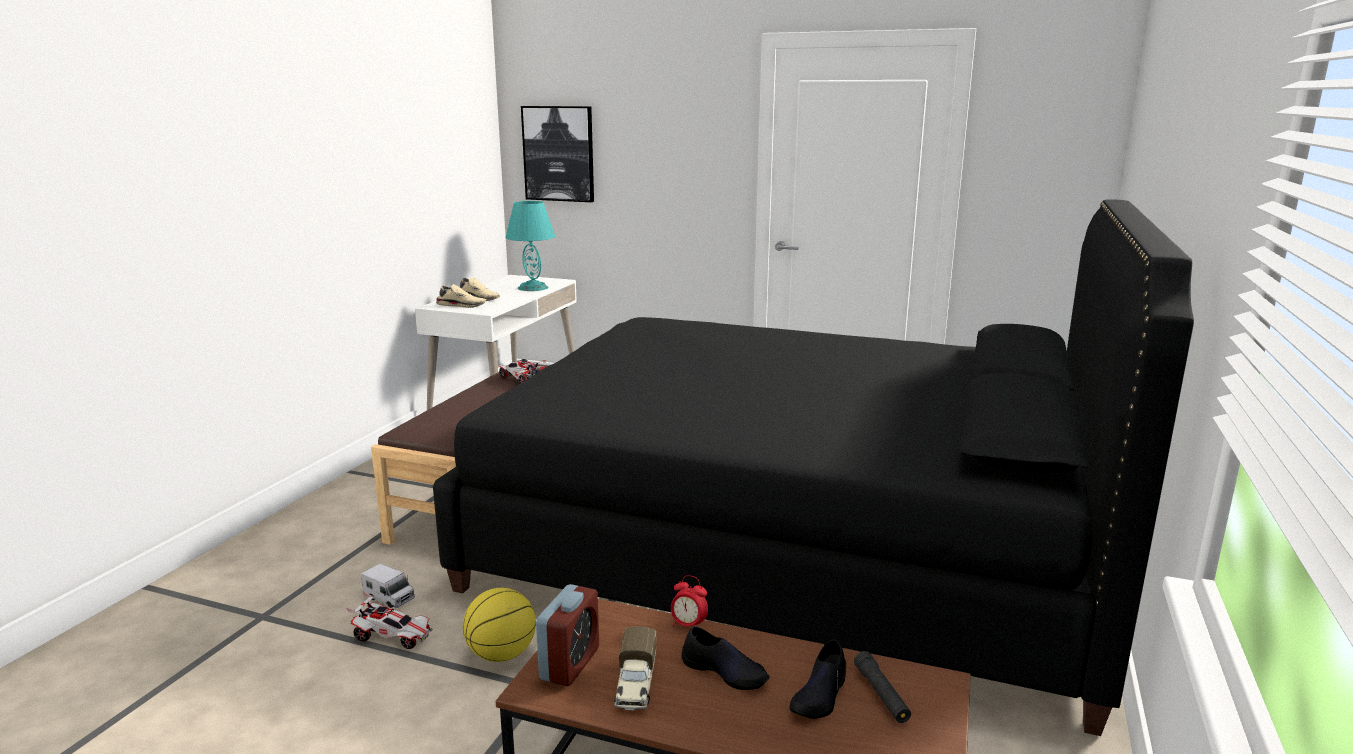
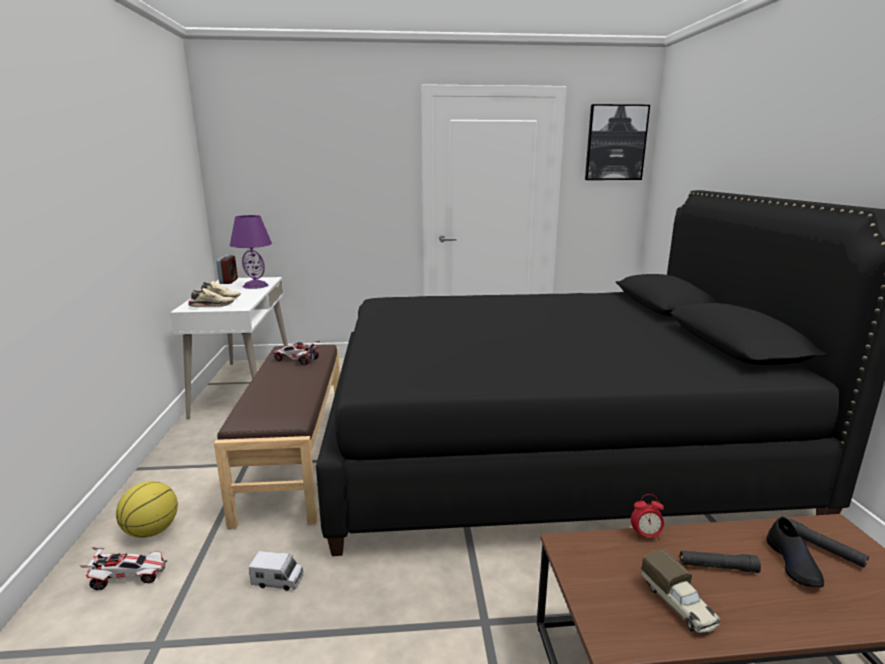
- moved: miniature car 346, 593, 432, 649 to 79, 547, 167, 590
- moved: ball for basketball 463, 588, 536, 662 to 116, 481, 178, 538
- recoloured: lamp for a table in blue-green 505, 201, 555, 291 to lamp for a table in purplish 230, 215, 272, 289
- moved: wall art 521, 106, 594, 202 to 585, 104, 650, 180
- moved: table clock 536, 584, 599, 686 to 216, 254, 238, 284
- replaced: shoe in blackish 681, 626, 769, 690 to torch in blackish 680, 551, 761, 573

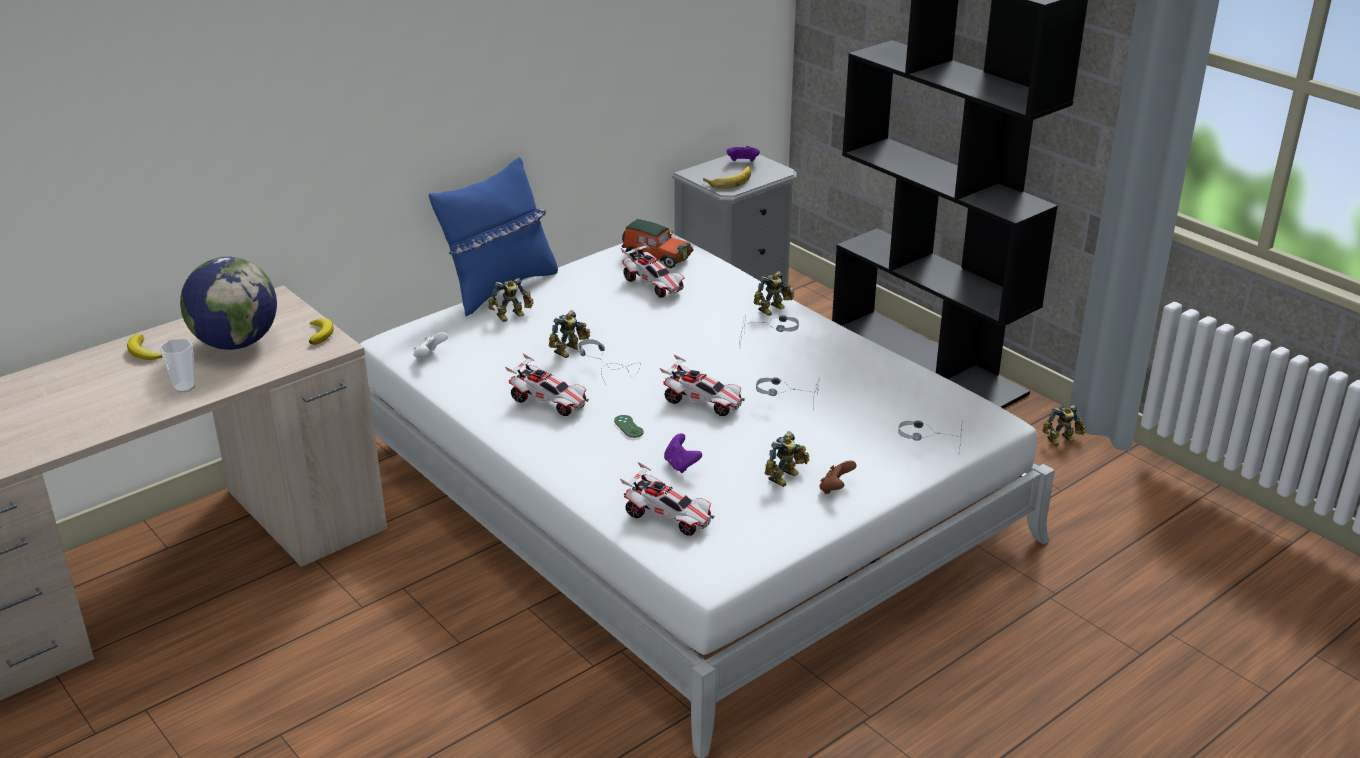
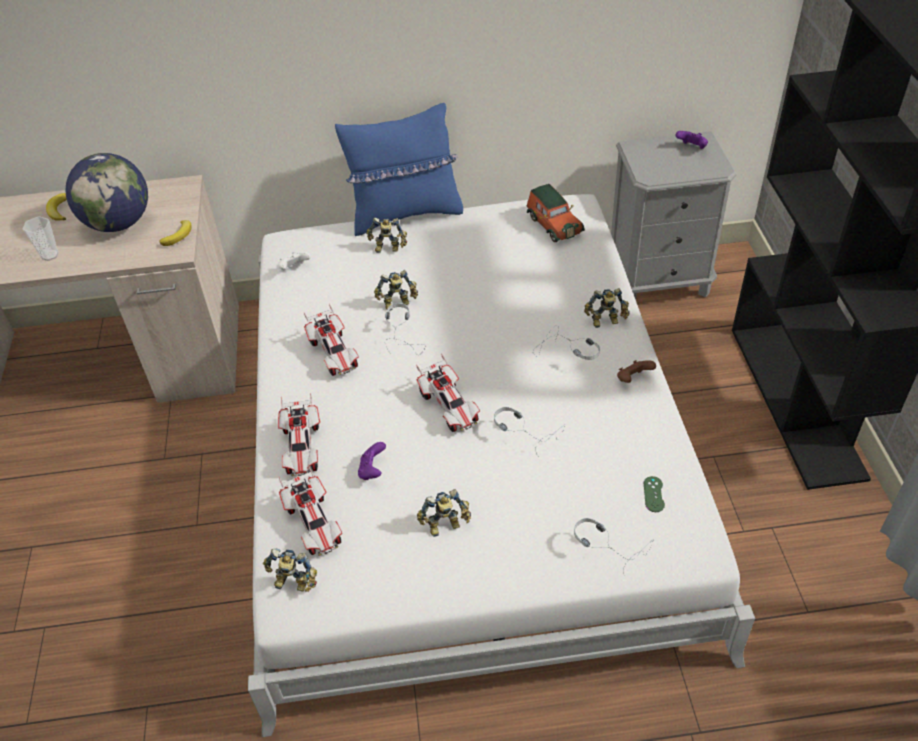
- moved: joypad in green 614, 415, 644, 438 to 644, 476, 665, 512
- moved: miniature car 621, 241, 685, 298 to 278, 393, 320, 476
- removed: whole banana 703, 166, 751, 189
- moved: joypad in brown 819, 460, 857, 494 to 617, 360, 656, 383
- moved: model robot 1042, 405, 1086, 446 to 263, 549, 317, 592

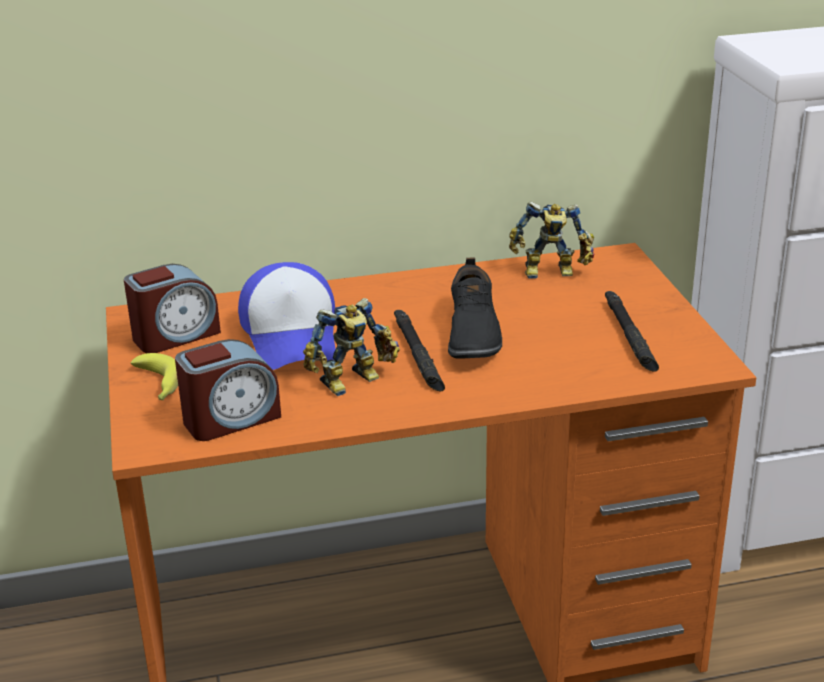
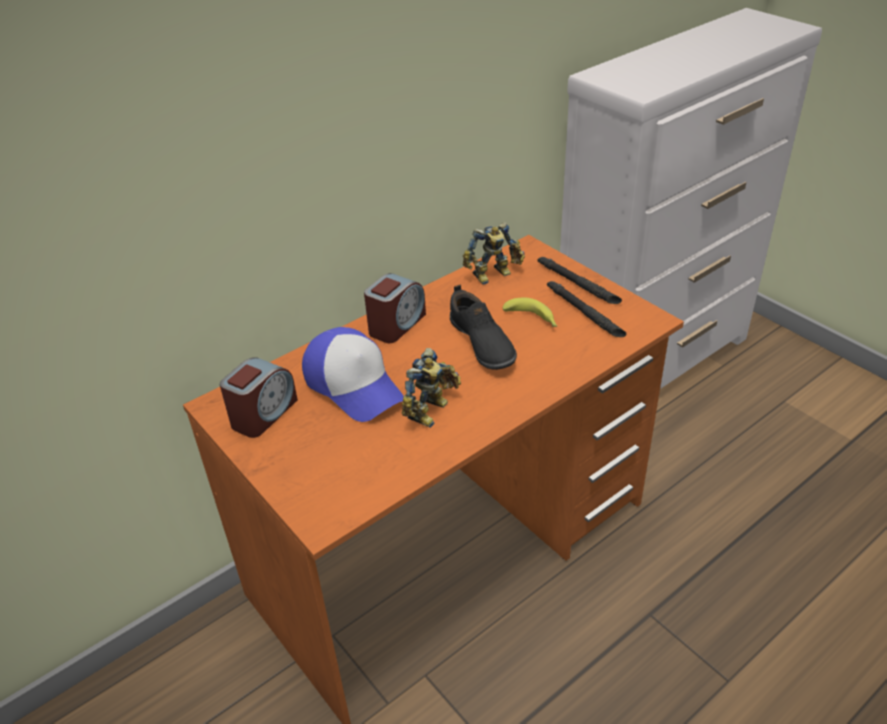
- moved: whole banana 130, 353, 178, 401 to 503, 297, 557, 327
- moved: table clock 175, 339, 281, 441 to 364, 273, 426, 343
- moved: torch in blackish 394, 310, 445, 391 to 538, 257, 622, 304

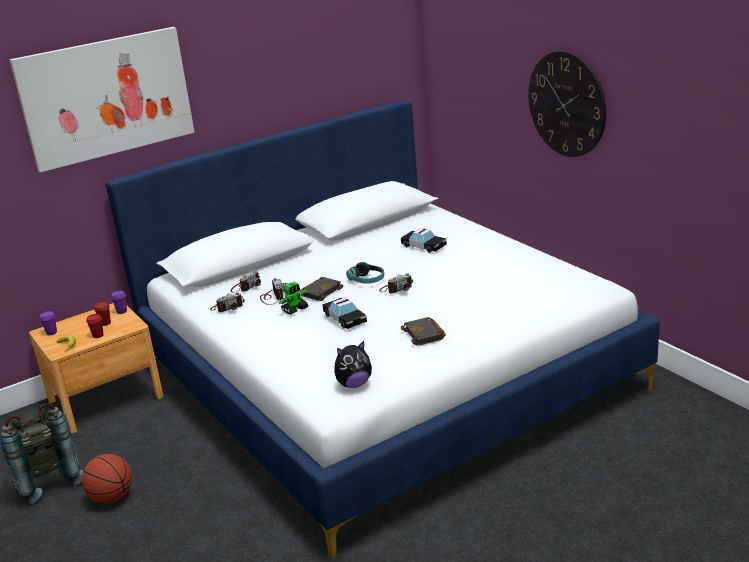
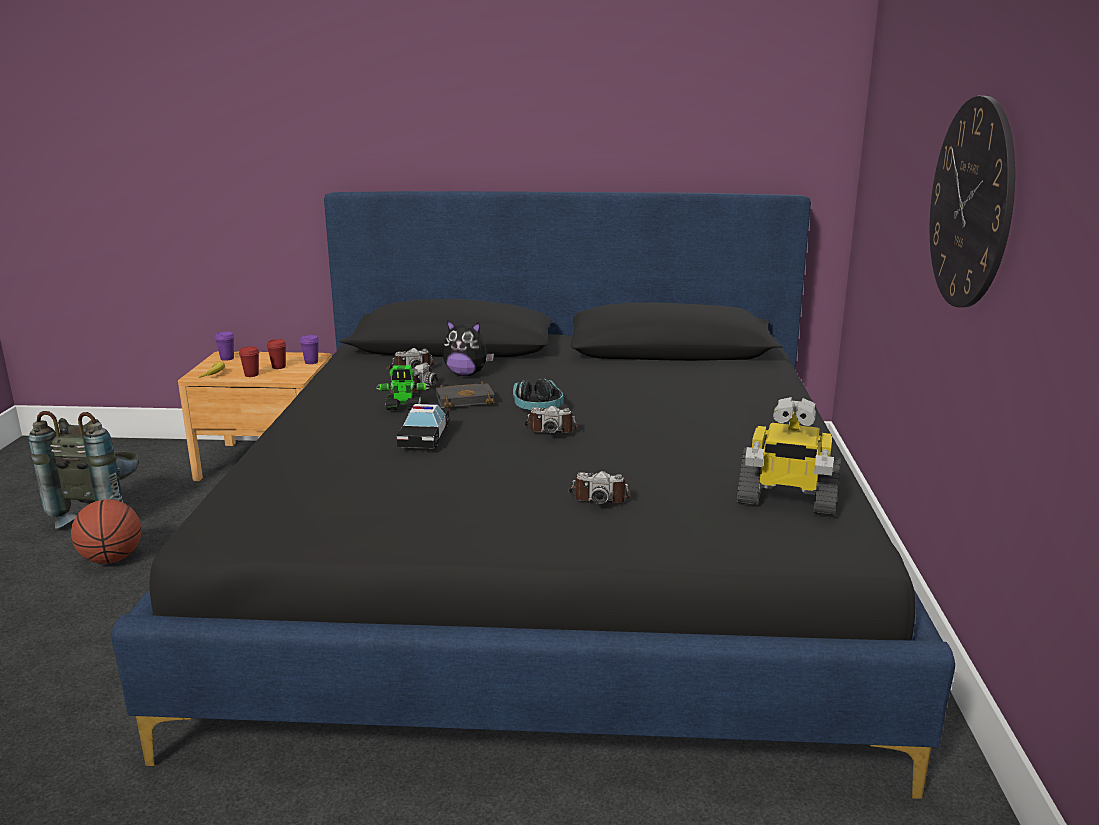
- removed: wall art 9, 27, 195, 172
- recoloured: sleeping bed in white 106, 101, 660, 559 to sleeping bed in blackish 111, 191, 955, 799
- moved: still camera 210, 292, 245, 312 to 568, 471, 630, 504
- moved: plush toy 334, 341, 372, 388 to 443, 320, 494, 376
- removed: miniature car 401, 228, 447, 253
- removed: bound book in blackish 401, 317, 446, 346
- added: model robot 737, 397, 841, 516

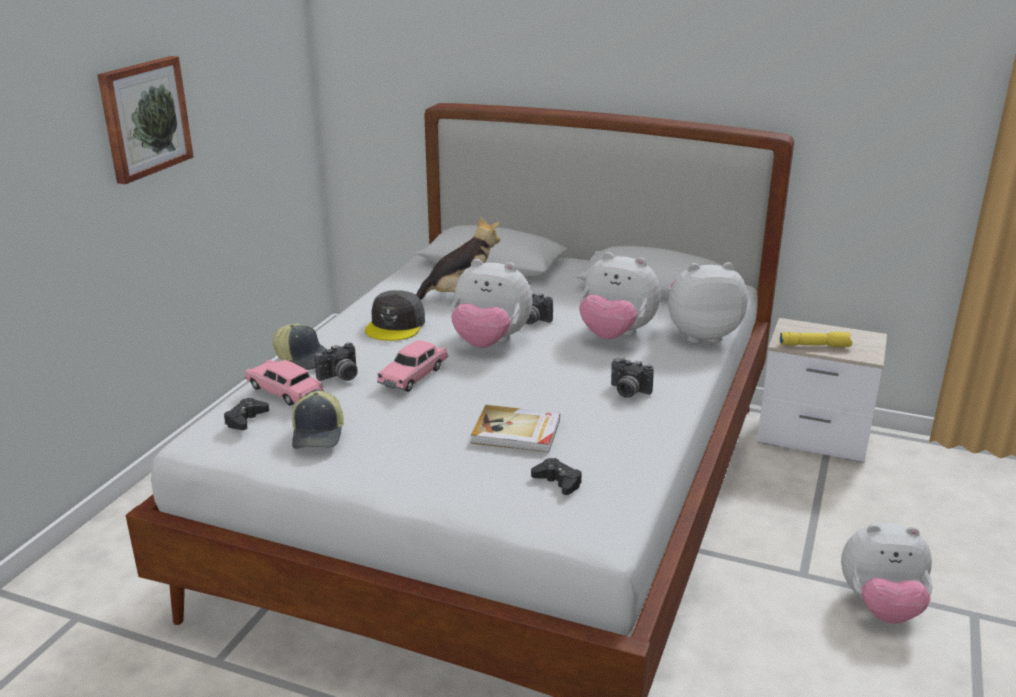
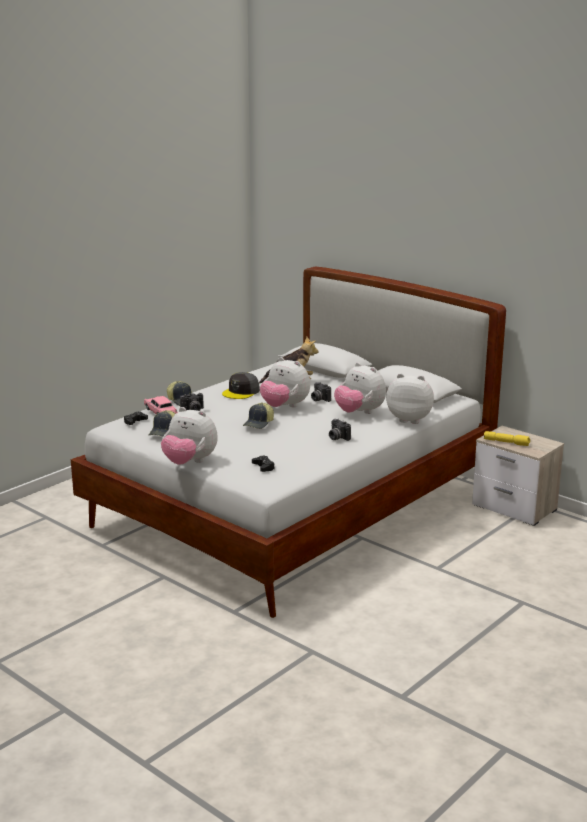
- removed: wall art 97, 56, 193, 184
- removed: miniature car in pink-coloured 377, 340, 448, 392
- removed: bound book 471, 405, 560, 453
- moved: plush toy 841, 523, 932, 623 to 161, 407, 218, 465
- added: peaked cap 243, 403, 274, 429

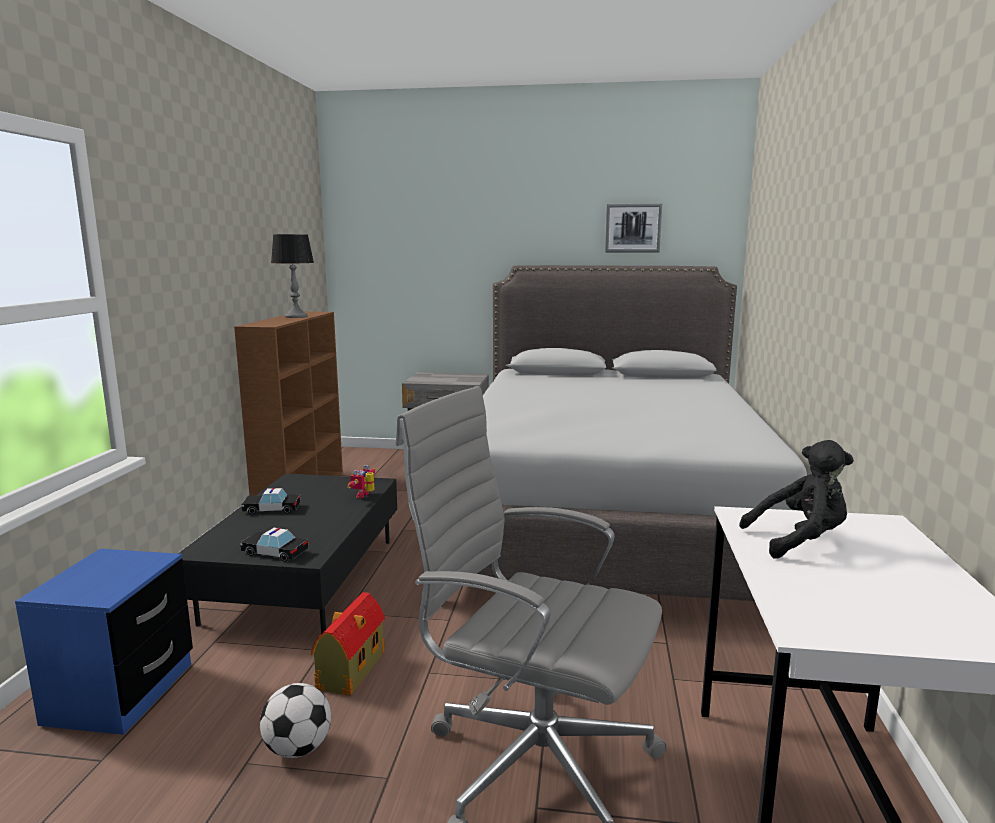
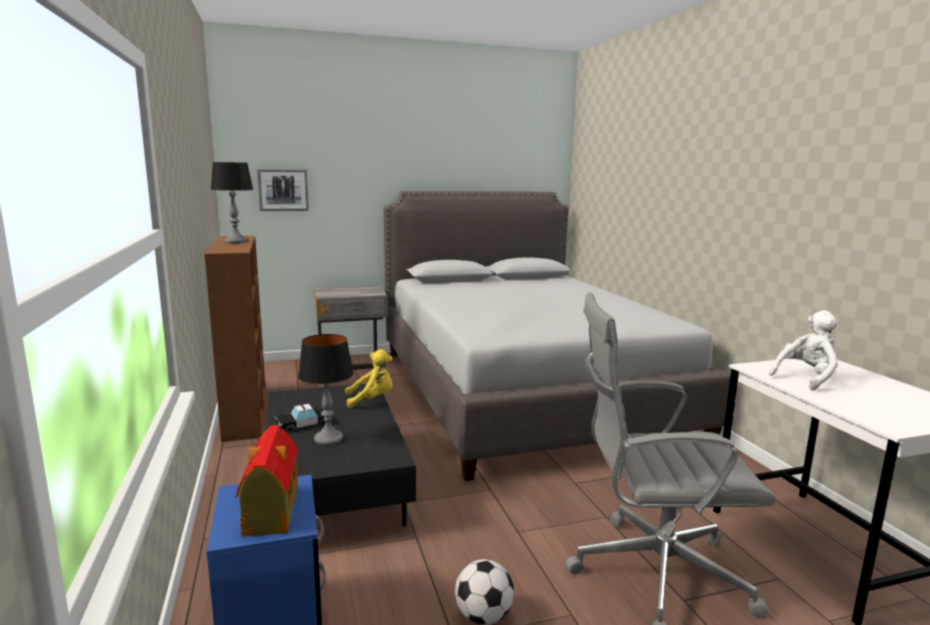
- removed: miniature car 240, 527, 309, 562
- moved: model house 311, 592, 385, 696 to 236, 425, 298, 537
- replaced: model robot 347, 465, 376, 498 to plush toy in yellow-coloured 345, 349, 393, 408
- moved: wall art 605, 204, 662, 252 to 257, 169, 309, 211
- recoloured: plush toy in blackish 739, 440, 854, 558 to plush toy in white 769, 310, 838, 391
- added: lamp for a table 298, 334, 354, 445

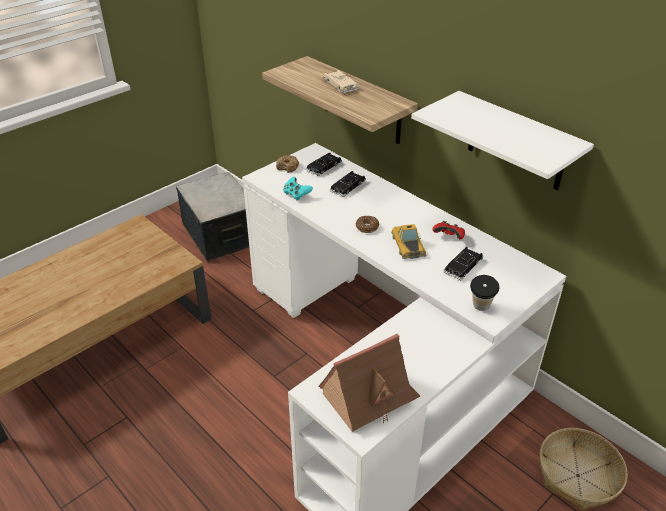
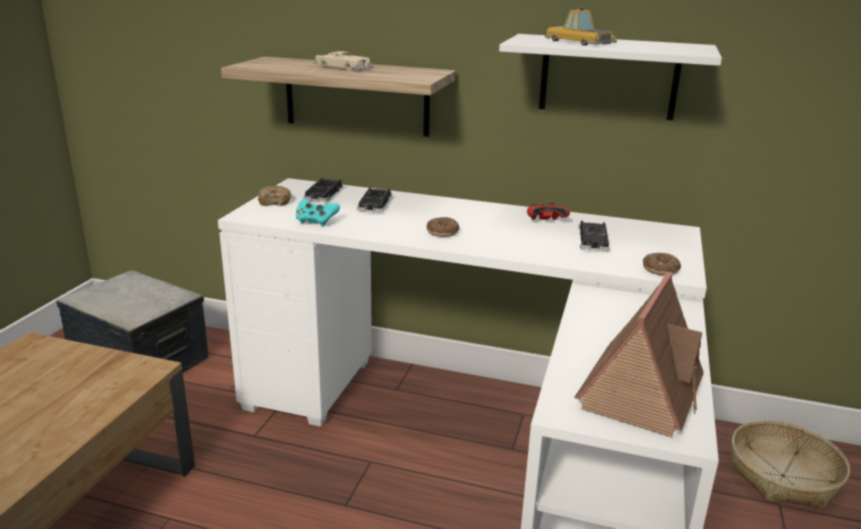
- moved: miniature car 391, 224, 427, 259 to 545, 7, 617, 46
- replaced: small cup 470, 275, 499, 311 to donut 643, 253, 681, 276

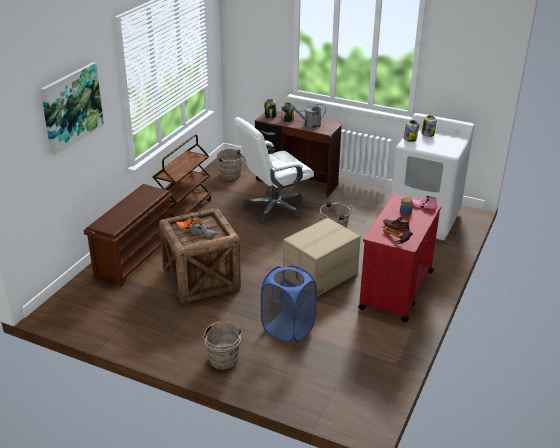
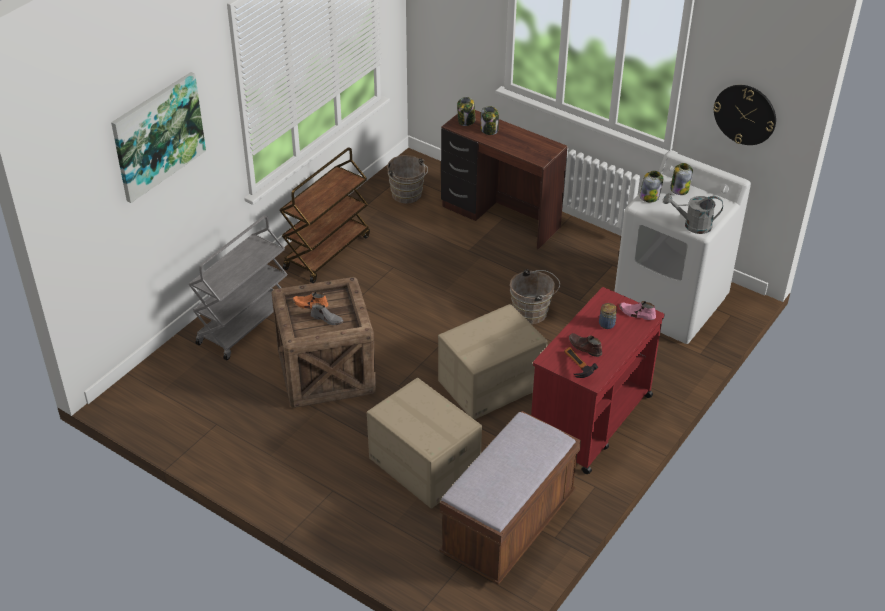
- replaced: shoe rack in brown 84, 184, 172, 287 to wheeled cart in grey 188, 216, 288, 360
- removed: water bucket in brown 202, 321, 243, 370
- removed: computer chair in white 234, 117, 314, 223
- replaced: laundry basket in blue-coloured 261, 266, 317, 343 to cardboard box 367, 378, 482, 509
- moved: watering can in grey 290, 104, 326, 128 to 663, 193, 723, 234
- added: indoor bench in brown 439, 411, 581, 585
- added: hanging clock 713, 85, 776, 145

